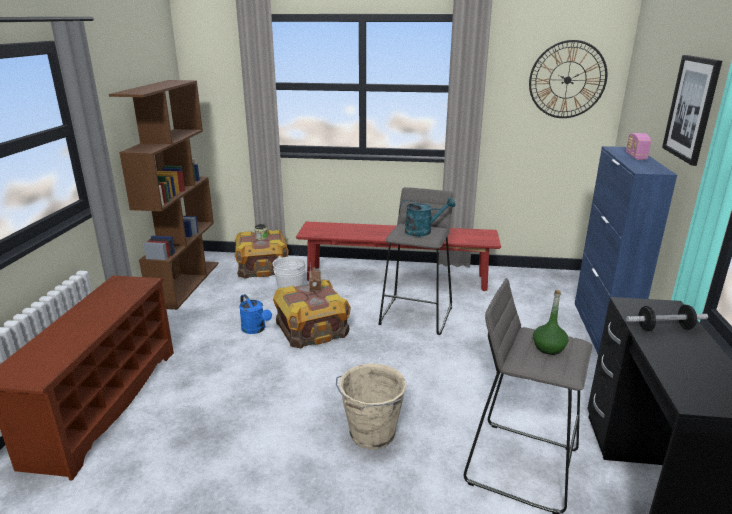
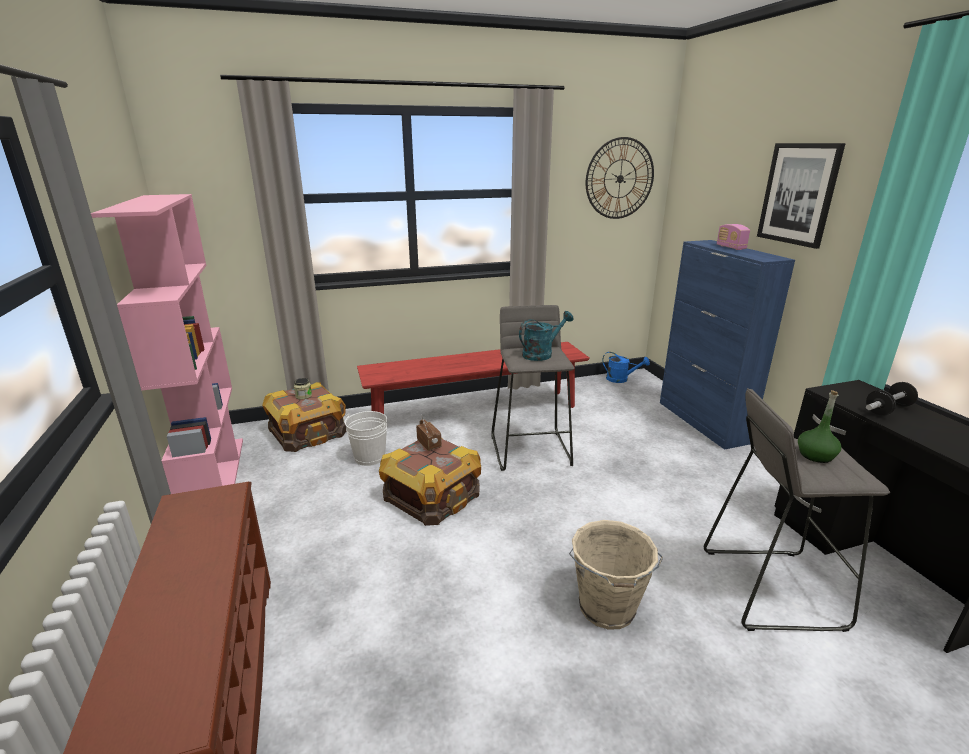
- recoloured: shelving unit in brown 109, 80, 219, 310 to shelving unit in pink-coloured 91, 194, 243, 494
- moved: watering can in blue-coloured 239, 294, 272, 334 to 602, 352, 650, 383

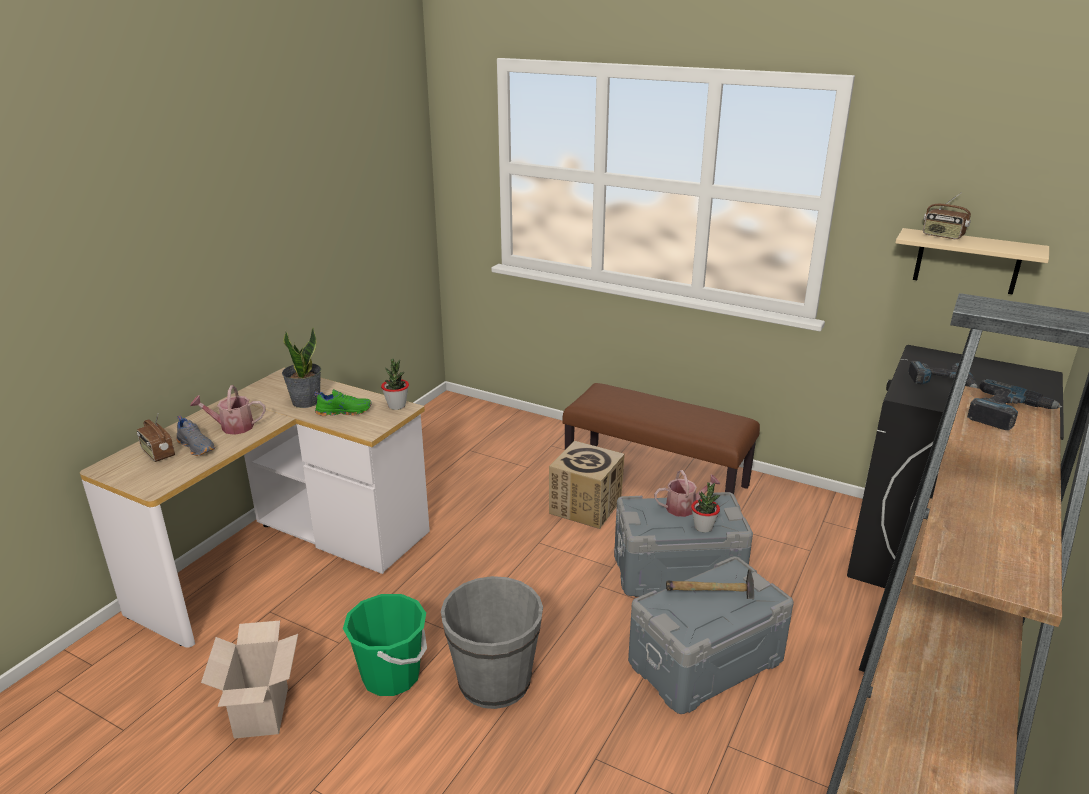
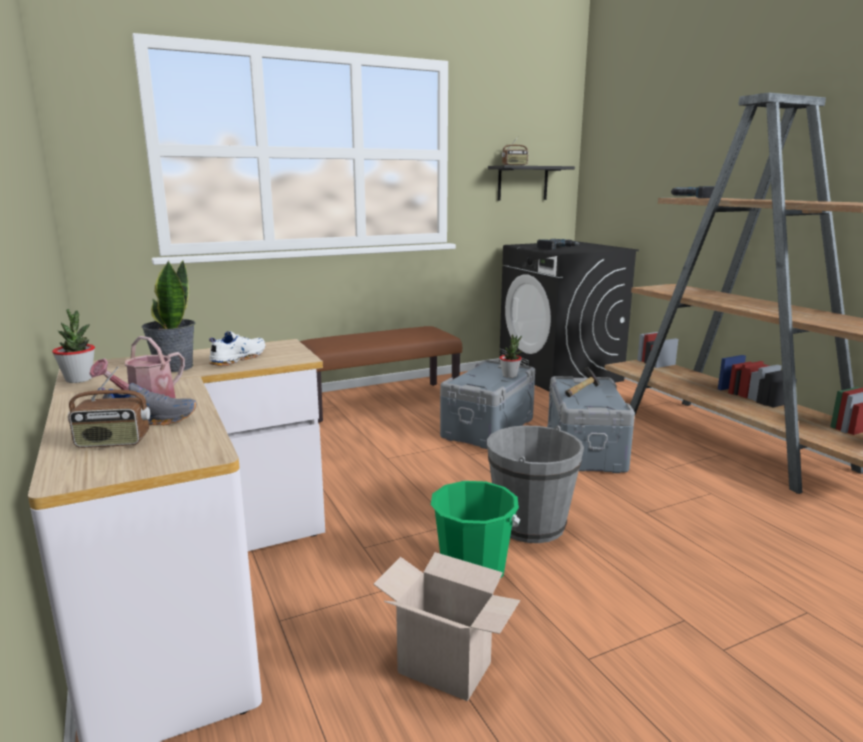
- recoloured: shoe in green 314, 389, 372, 416 to shoe in white 209, 331, 265, 366
- moved: potted plant 381, 359, 409, 410 to 52, 309, 95, 383
- removed: cardboard box 549, 441, 625, 529
- removed: watering can 654, 470, 720, 517
- recoloured: bracket shelf in beige 895, 228, 1049, 294 to bracket shelf in blackish 488, 166, 575, 201

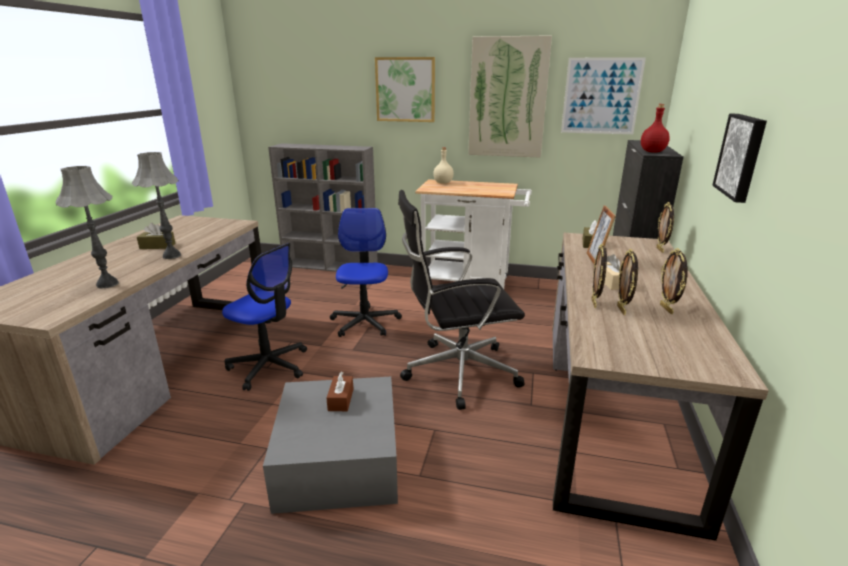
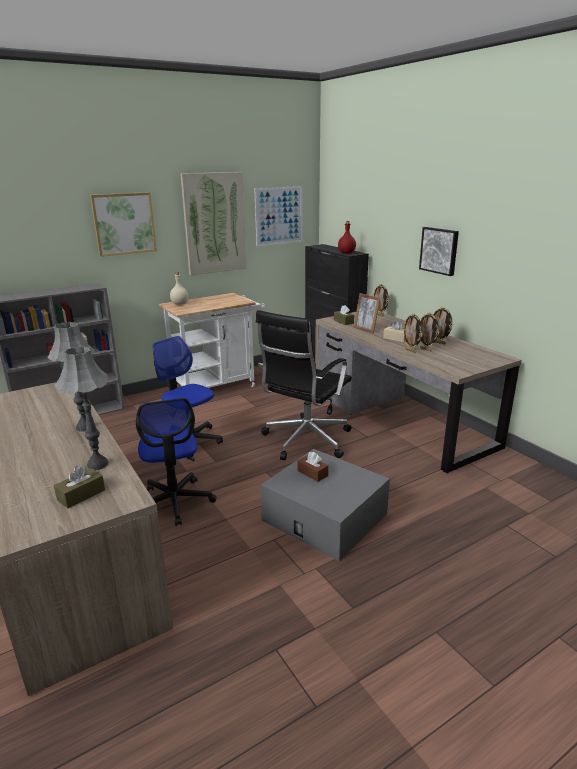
- moved: tissue holder in brown 137, 223, 176, 249 to 54, 465, 105, 509
- turned: computer chair 222, 243, 307, 391 = 136, 398, 217, 526 90 degrees clockwise

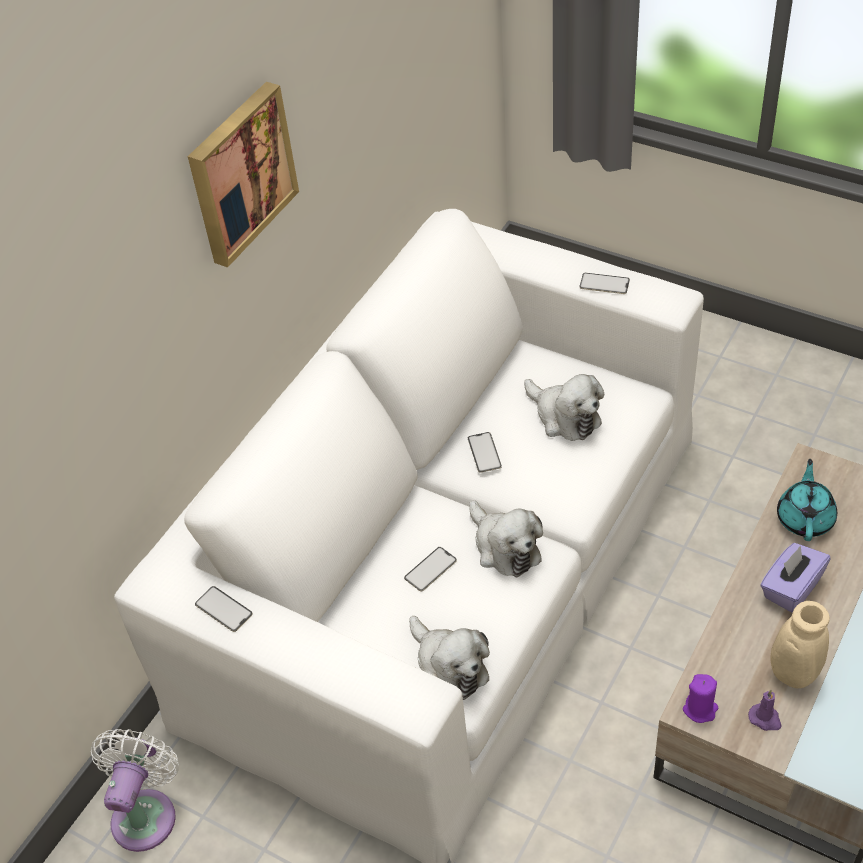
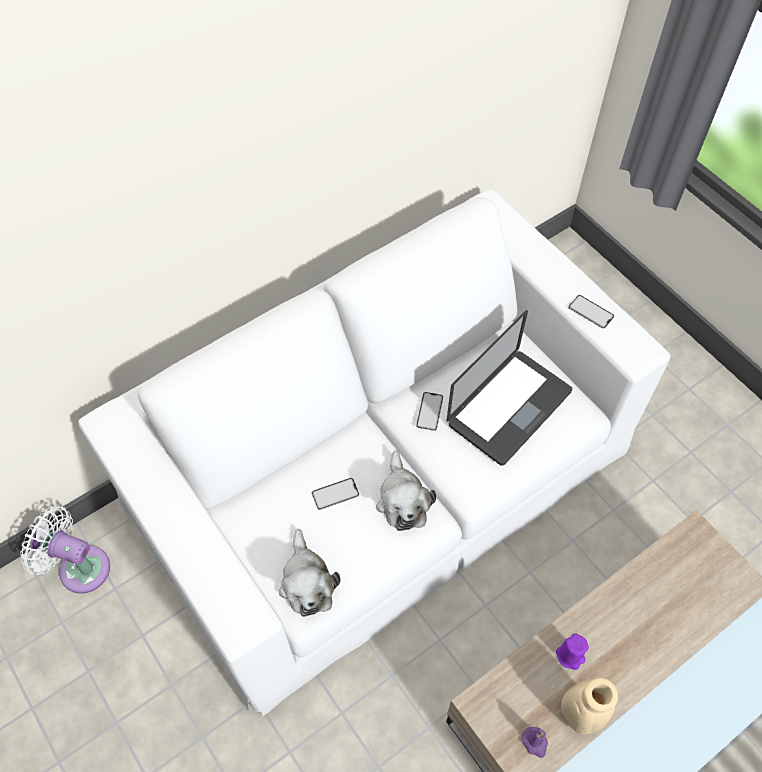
- turned: fan in white 91, 729, 179, 852 = 20, 507, 110, 594 105 degrees counterclockwise
- removed: wall art 188, 82, 299, 268
- removed: handset 195, 586, 253, 632
- replaced: plush toy 524, 374, 605, 441 to laptop 447, 310, 572, 466
- moved: wax light in purplish 683, 674, 718, 723 to 556, 633, 589, 670
- removed: tissue holder in purplish 760, 543, 831, 613
- removed: teapot in blue-green 777, 459, 837, 541

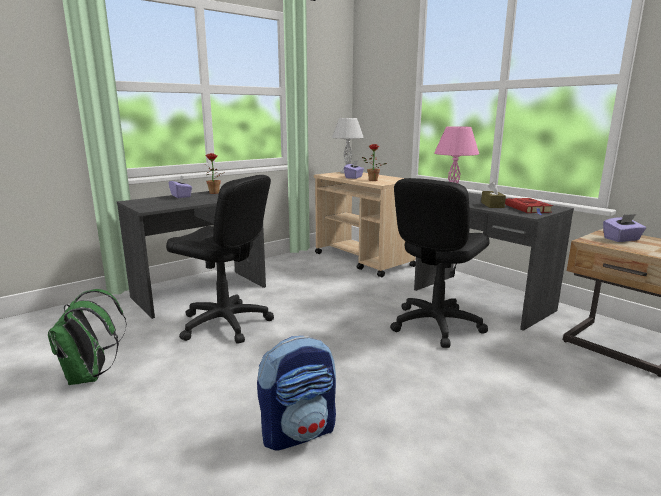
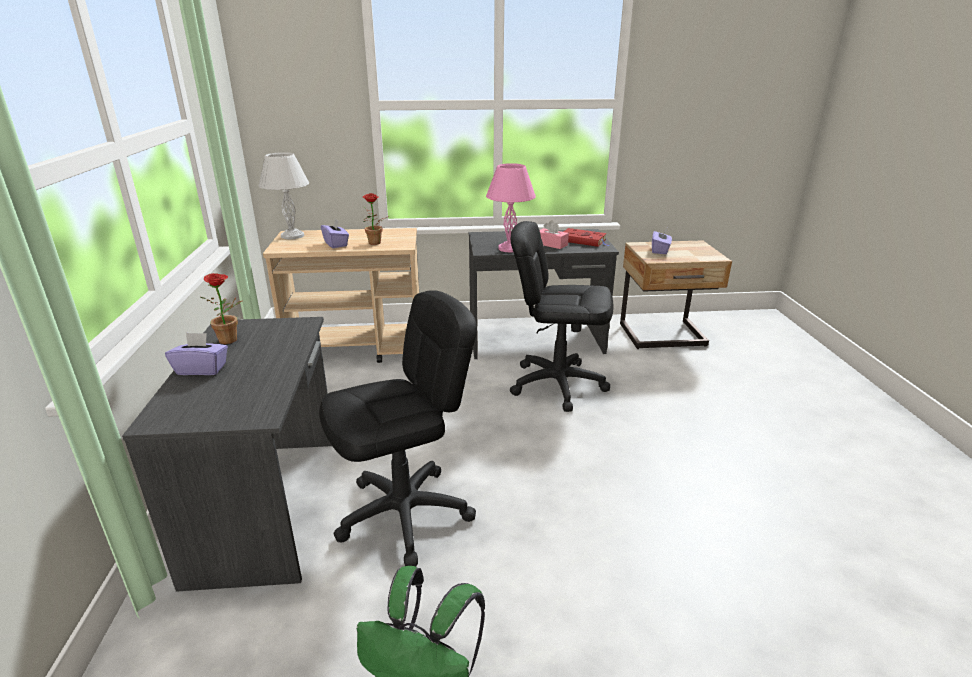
- removed: backpack 257, 336, 336, 451
- turned: computer chair in blackish 390, 178, 490, 348 = 510, 221, 614, 412 120 degrees clockwise
- recoloured: tissue holder in brown 481, 182, 506, 208 to tissue holder in pink-coloured 540, 220, 569, 249

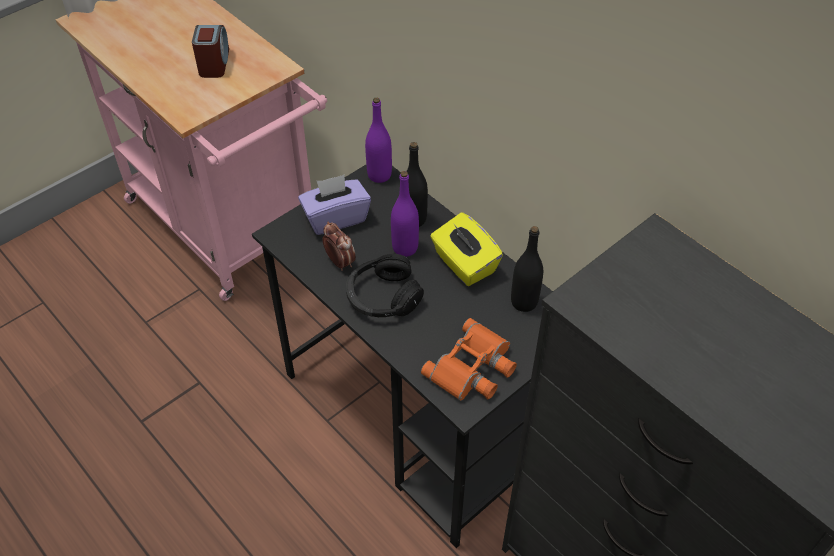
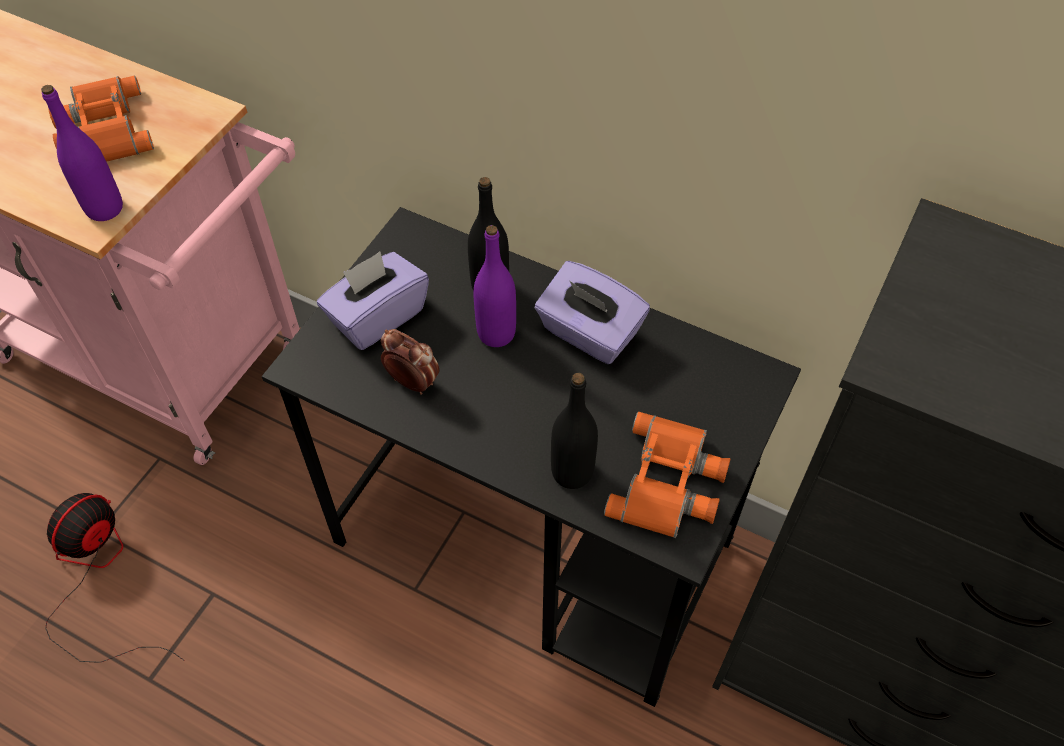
- replaced: table clock 192, 25, 229, 78 to pair of binoculars in orangey 48, 76, 154, 162
- removed: pair of headphones in blackish 346, 254, 424, 317
- moved: bottle in purplish 365, 98, 392, 183 to 41, 85, 123, 221
- recoloured: tissue holder in yellow-coloured 430, 212, 503, 286 to tissue holder in purplish 535, 261, 650, 364
- moved: bottle in blackish 511, 226, 543, 312 to 551, 373, 598, 489
- added: fan 46, 493, 184, 663

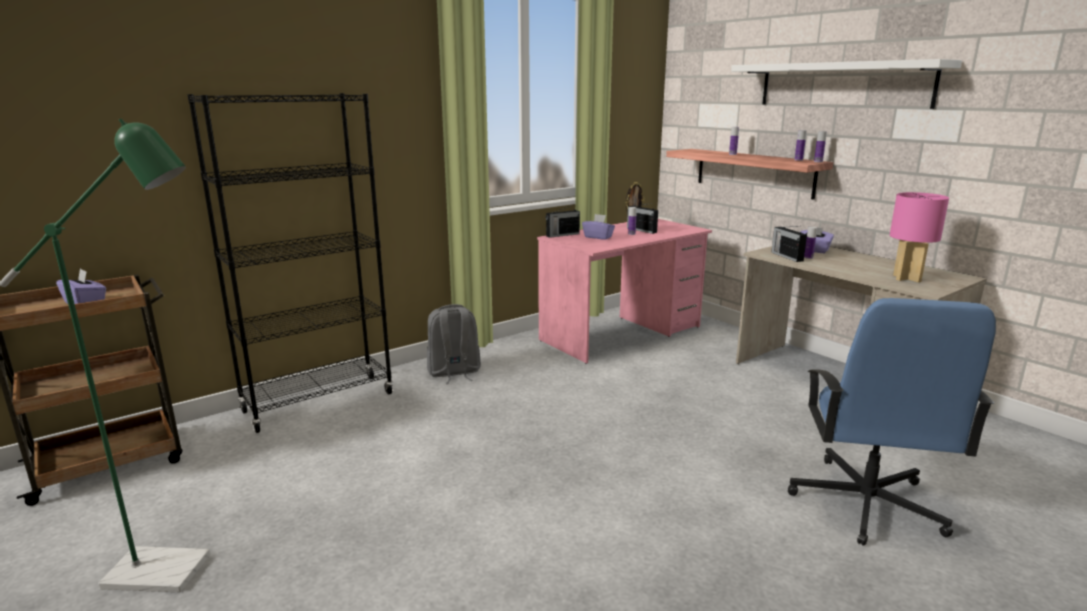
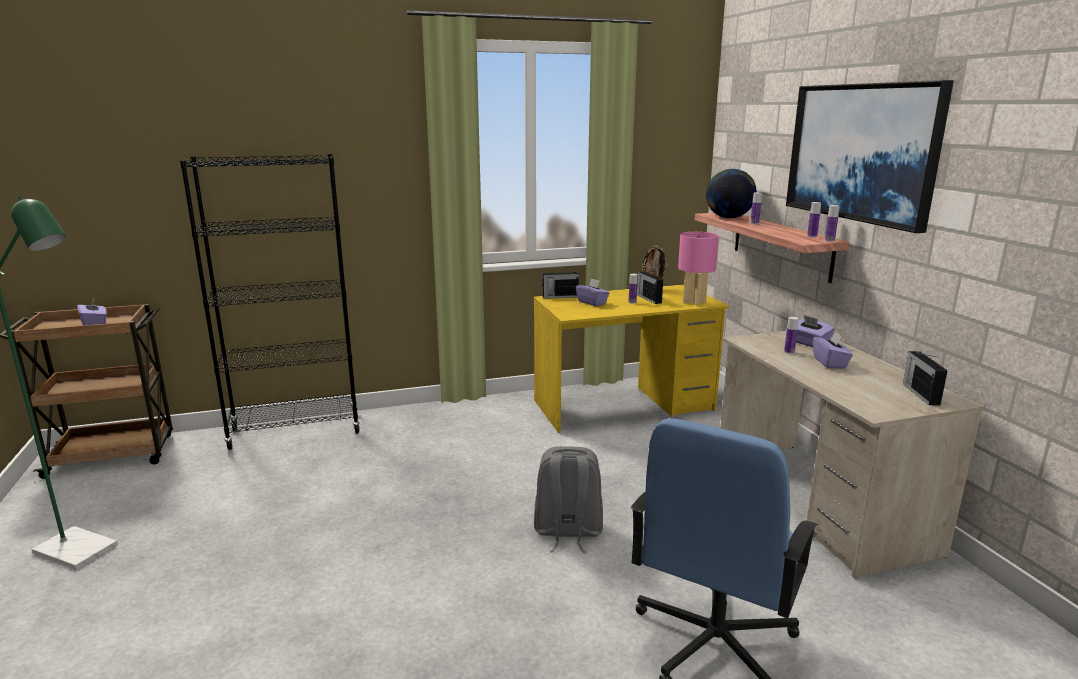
- moved: backpack in grey 427, 304, 481, 384 to 534, 446, 603, 554
- recoloured: desk in pink-coloured 537, 219, 712, 364 to desk in yellow-coloured 533, 285, 729, 433
- replaced: bracket shelf in white 731, 59, 962, 109 to wall art 786, 80, 954, 233
- moved: radio 771, 226, 807, 262 to 903, 351, 948, 405
- moved: lamp for a table in pink-coloured 890, 192, 949, 282 to 678, 232, 719, 306
- added: globe 706, 169, 757, 218
- added: tissue holder in purplish 813, 332, 853, 368

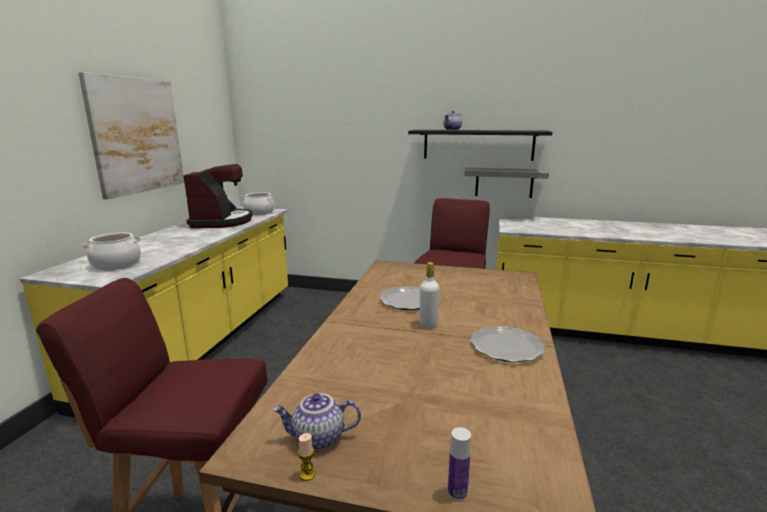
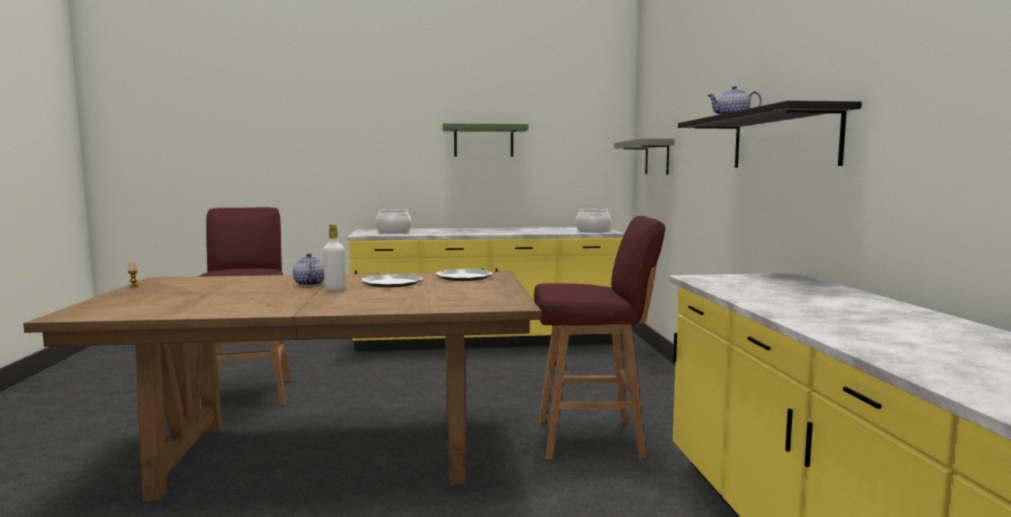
- replaced: wall art 78, 72, 184, 199 to bracket shelf in green 443, 123, 529, 157
- removed: coffee machine 183, 164, 252, 228
- moved: teapot 273, 393, 361, 450 to 293, 253, 324, 286
- removed: bottle 448, 427, 471, 500
- moved: bracket shelf in grey 464, 168, 549, 198 to 614, 138, 674, 175
- moved: dinner plate 470, 326, 545, 362 to 435, 269, 493, 281

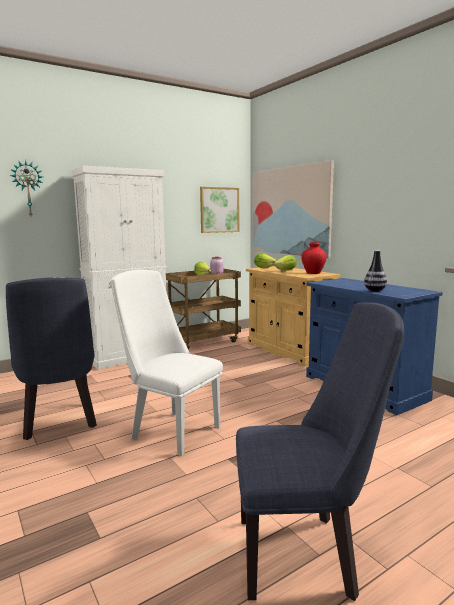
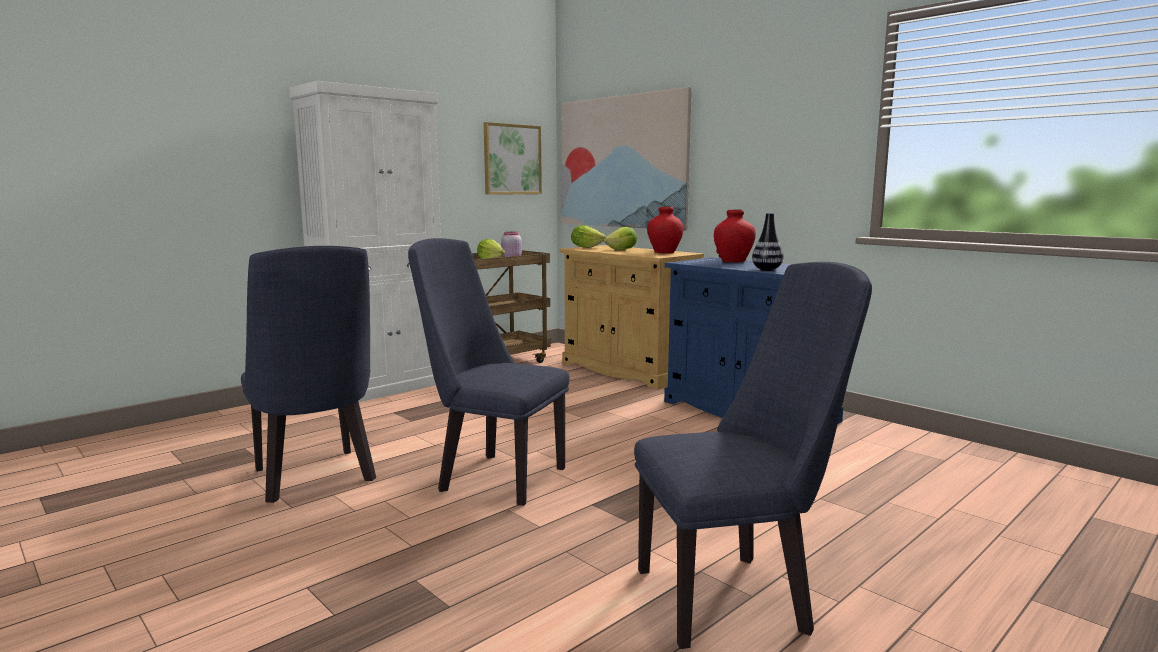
- removed: hanging clock 10, 160, 43, 216
- recoloured: chair in white 111, 270, 223, 456 to chair in blue-coloured 408, 238, 569, 506
- added: vase in red-coloured 714, 209, 756, 262

